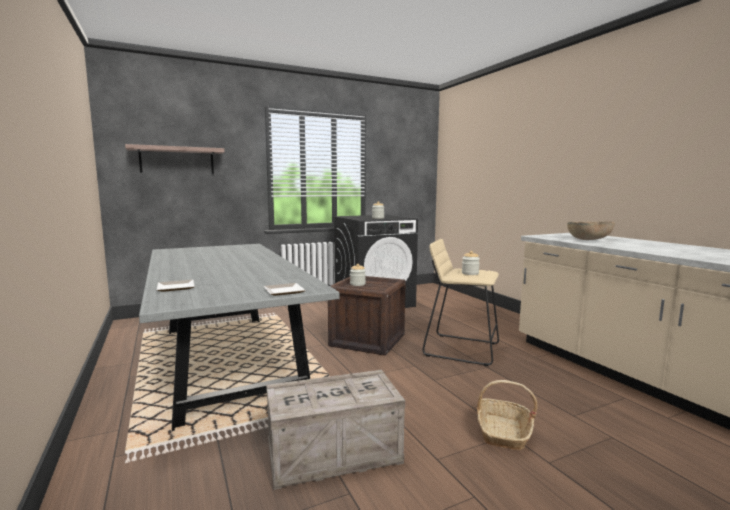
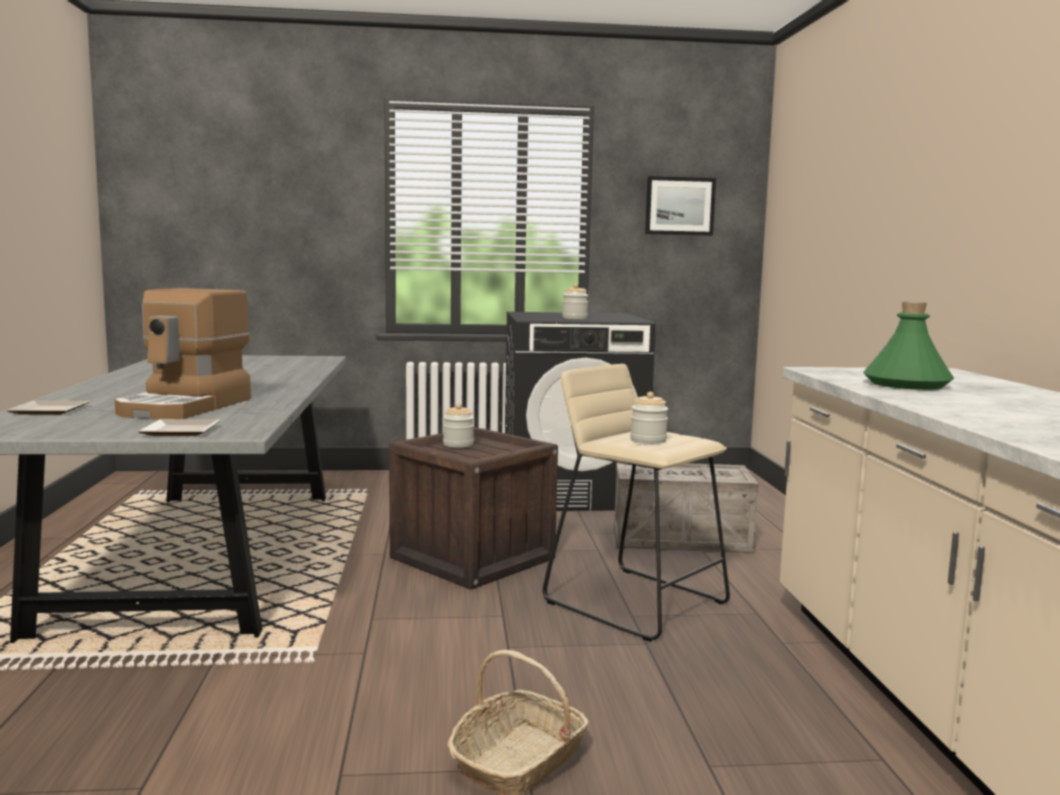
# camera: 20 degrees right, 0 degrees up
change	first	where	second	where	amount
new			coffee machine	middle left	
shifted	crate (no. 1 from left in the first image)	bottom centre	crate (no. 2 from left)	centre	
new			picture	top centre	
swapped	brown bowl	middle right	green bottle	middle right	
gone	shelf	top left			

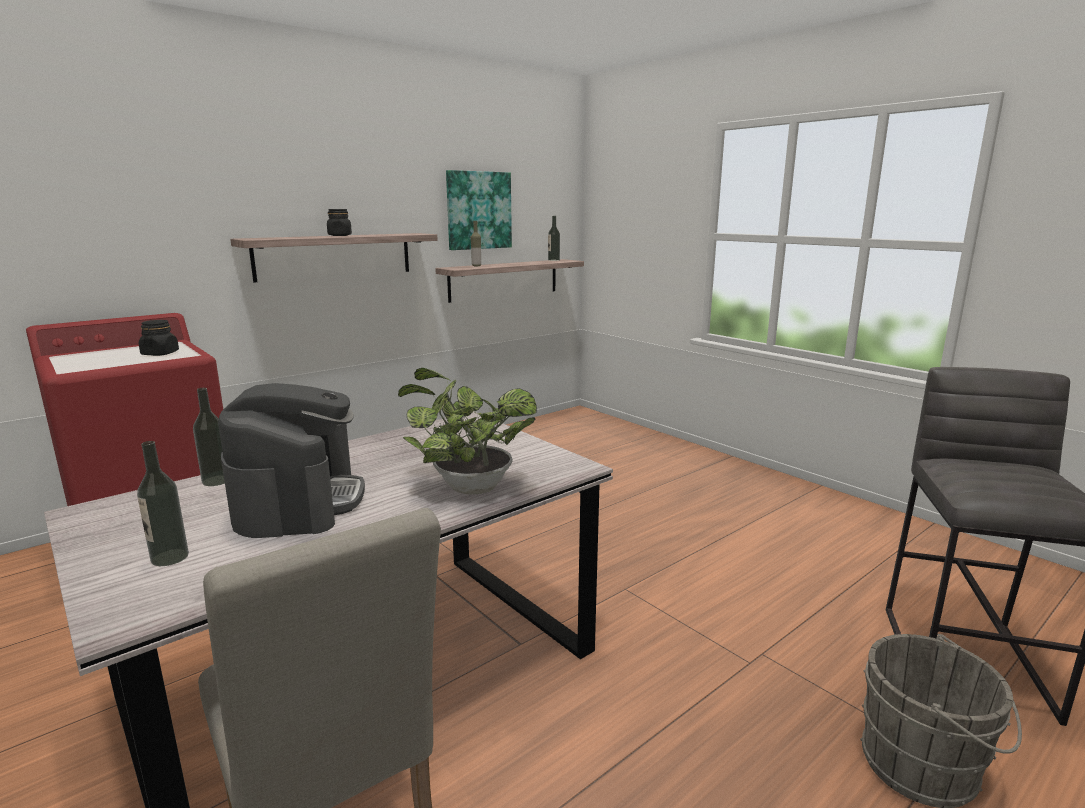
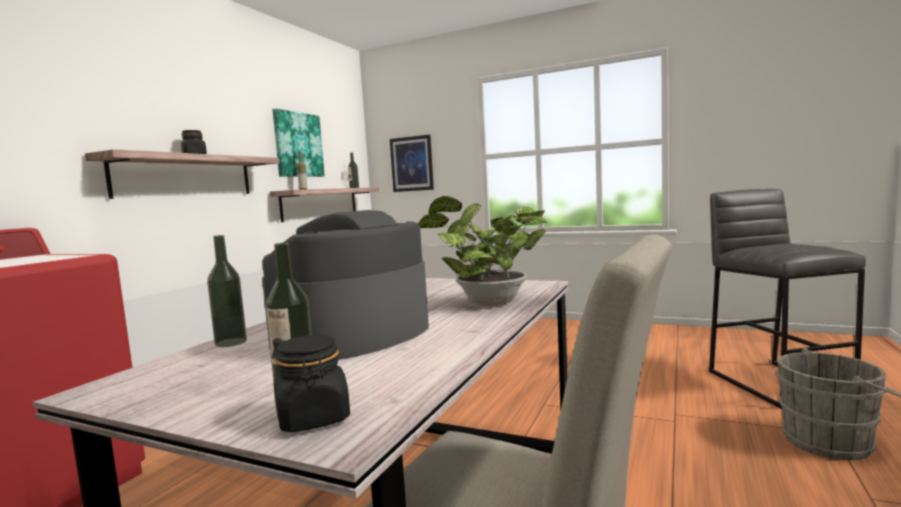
# camera: 25 degrees left, 10 degrees down
change	first	where	second	where	amount
rotated	coffee machine	middle left		centre	105 degrees counterclockwise
shifted	black jar (no. 1 from left in the first image)	middle left	black jar (no. 2 from left)	bottom centre	
new			picture (no. 2 from left)	top centre	

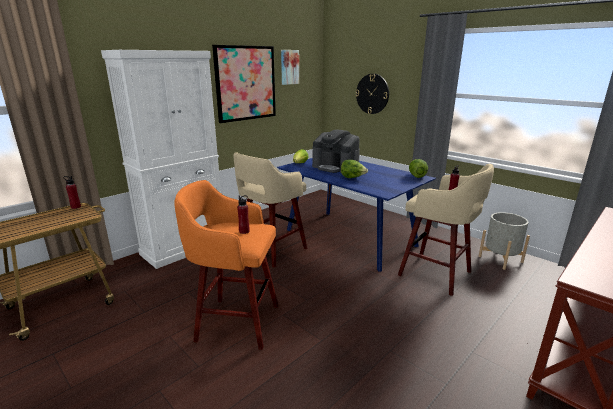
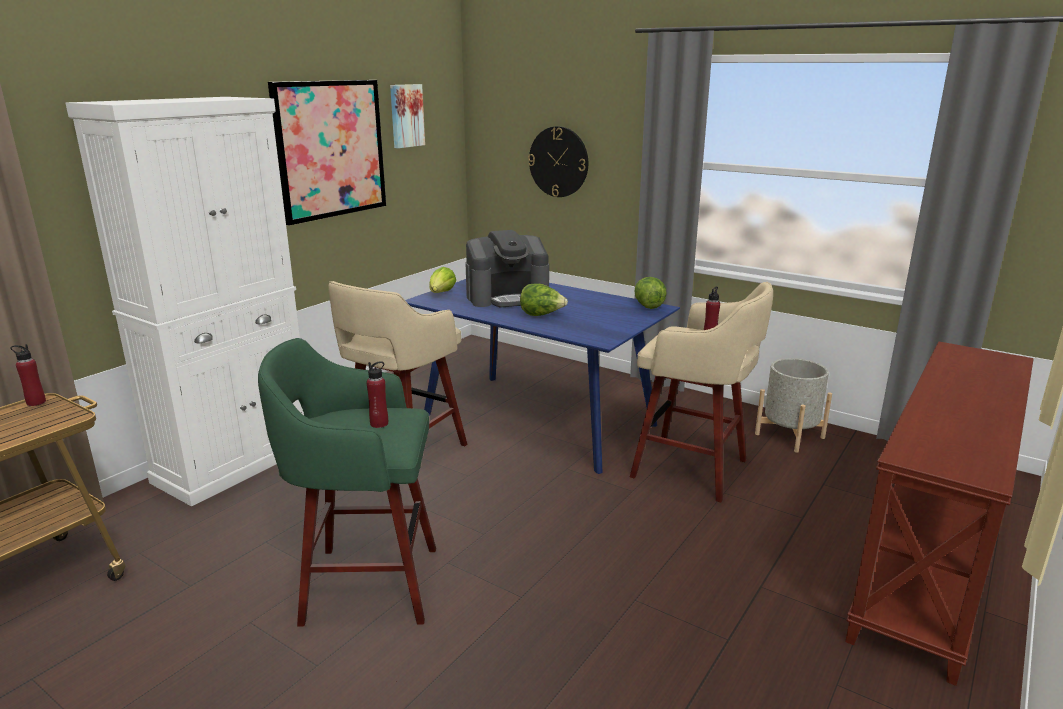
# camera: 10 degrees left, 0 degrees up
change	first	where	second	where	amount
repainted	orange stool	centre	green stool	bottom left	
rotated	coffee machine	centre		centre	45 degrees counterclockwise

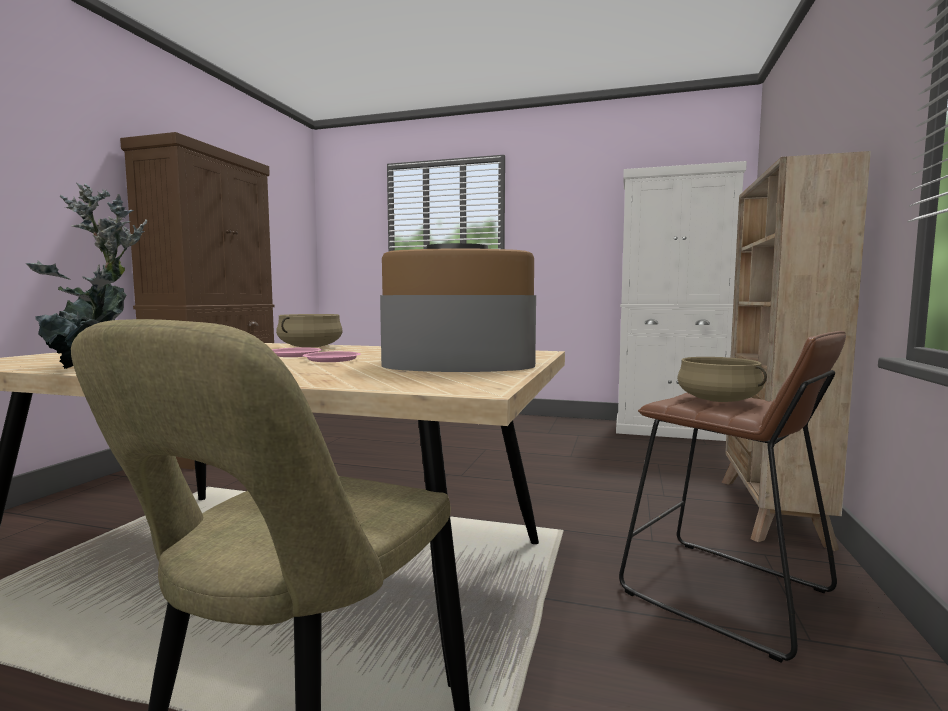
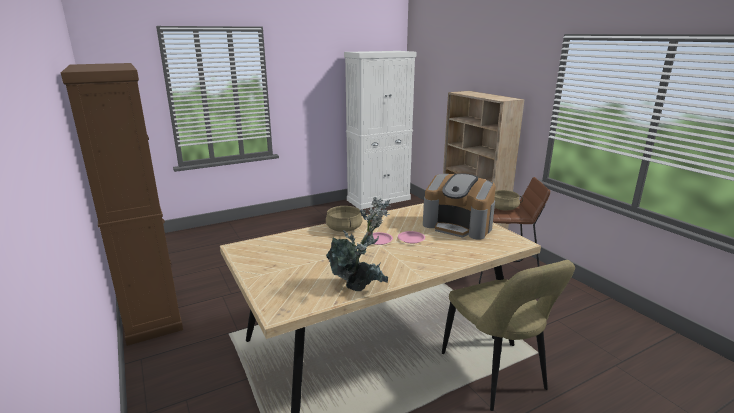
# camera: 45 degrees left, 15 degrees up
change	first	where	second	where	amount
rotated	coffee machine	centre		centre	105 degrees counterclockwise

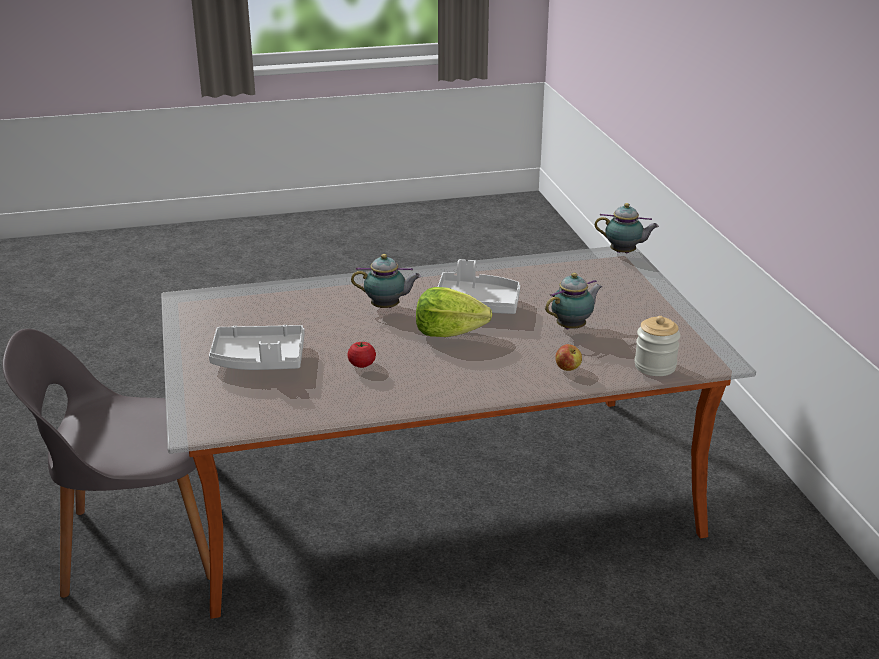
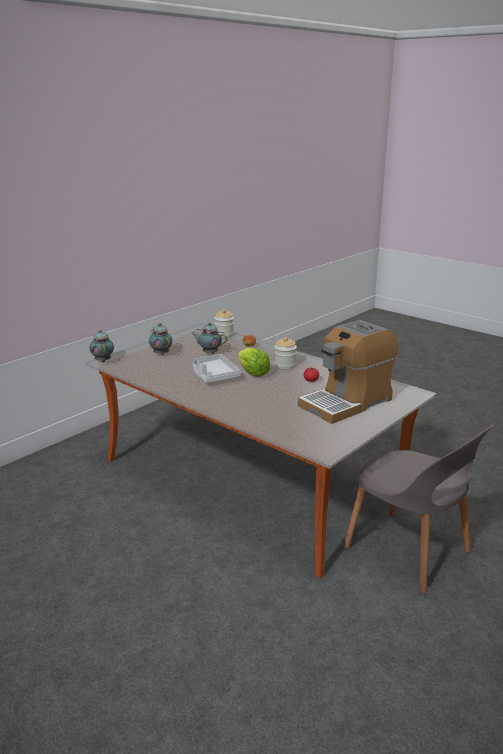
# camera: 125 degrees left, 5 degrees down
change	first	where	second	where	amount
shifted	teapot (no. 1 from left in the first image)	centre	teapot (no. 2 from left)	middle left	
new			jar (no. 2 from left)	centre	
swapped	grey tray (no. 1 from left)	middle left	coffee machine	middle right	

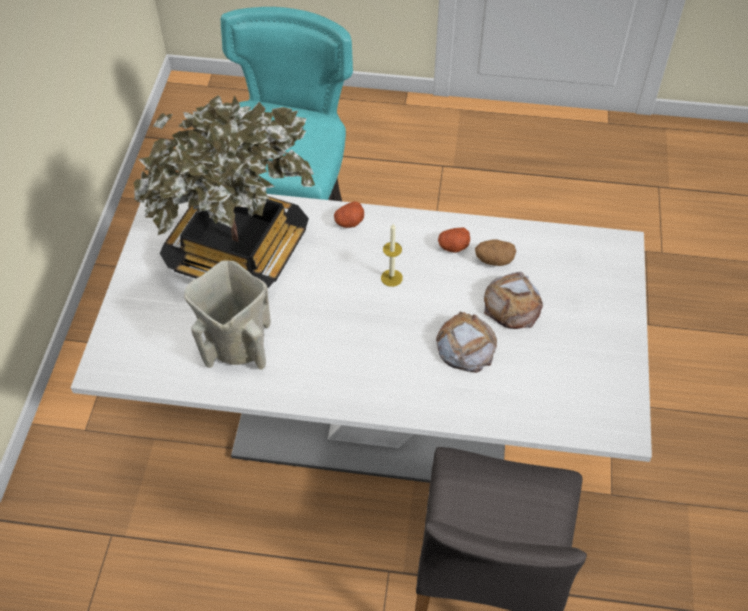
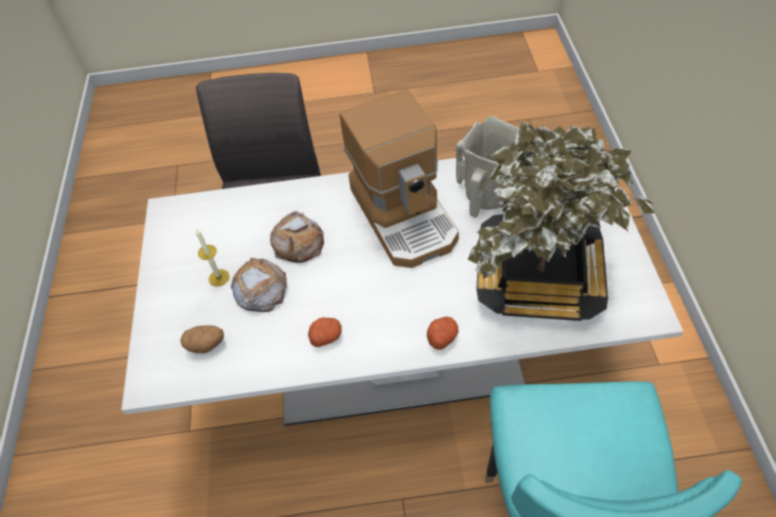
# camera: 170 degrees right, 0 degrees up
change	first	where	second	where	amount
shifted	potato (no. 3 from left in the first image)	centre	potato (no. 1 from left)	middle left	
shifted	candle	centre		middle left	
new			coffee machine	centre	

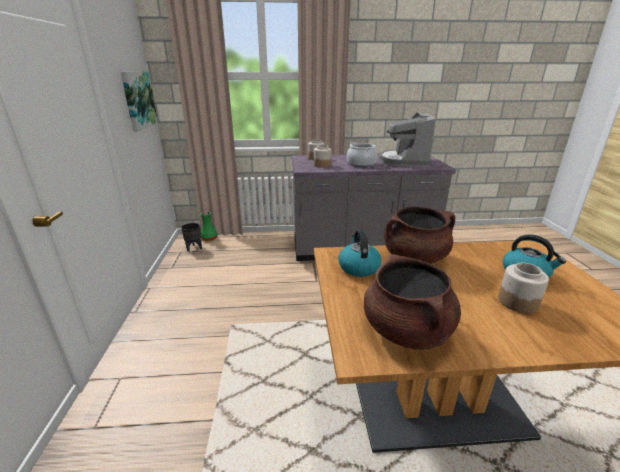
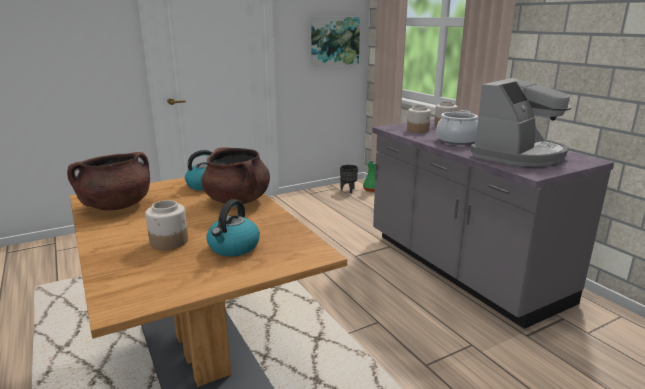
# camera: 65 degrees right, 5 degrees down
change	first	where	second	where	amount
rotated	coffee machine	top centre		top right	150 degrees clockwise

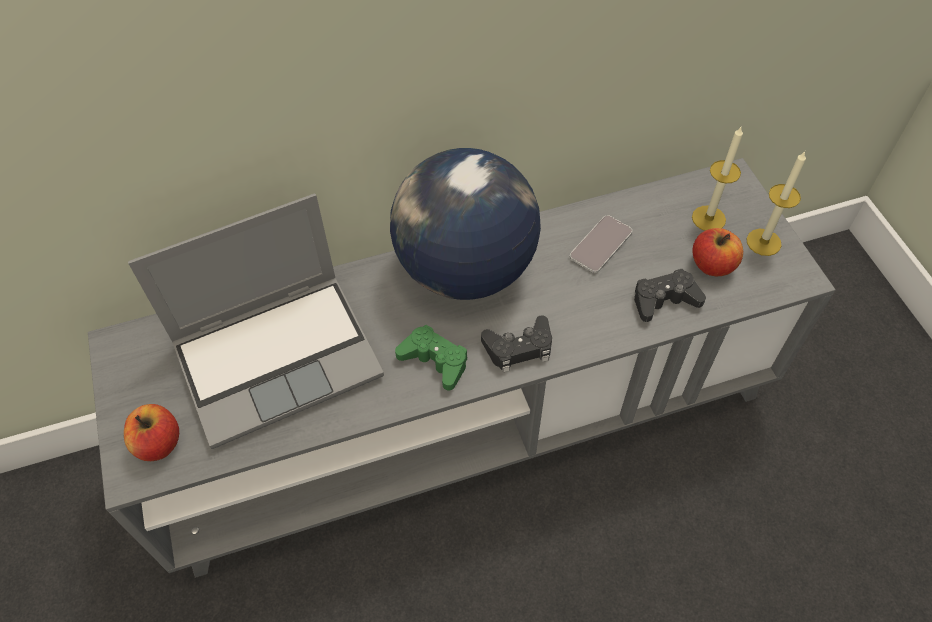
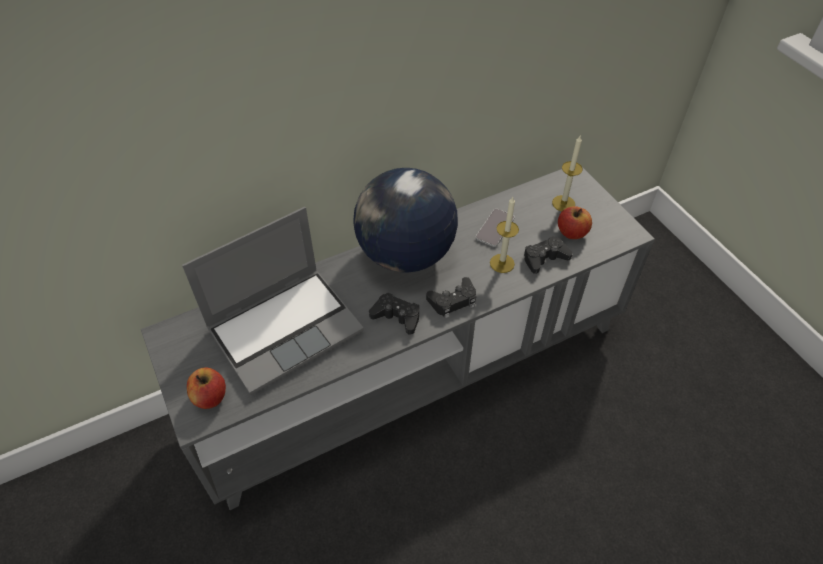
# camera: 10 degrees left, 5 degrees down
change	first	where	second	where	amount
repainted	green game controller	centre	black game controller (no. 1 from left)	centre	
shifted	candle (no. 2 from left in the first image)	top right	candle (no. 1 from left)	centre	

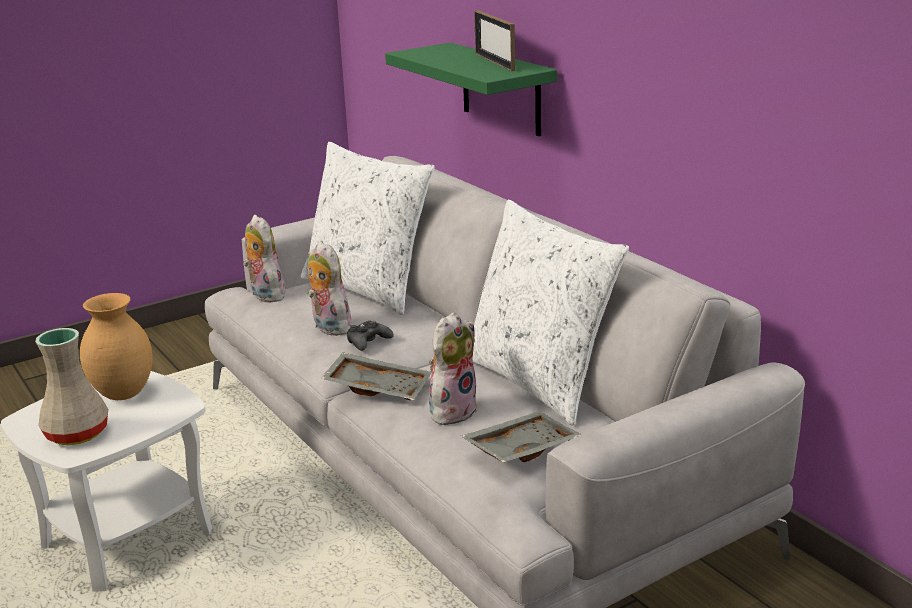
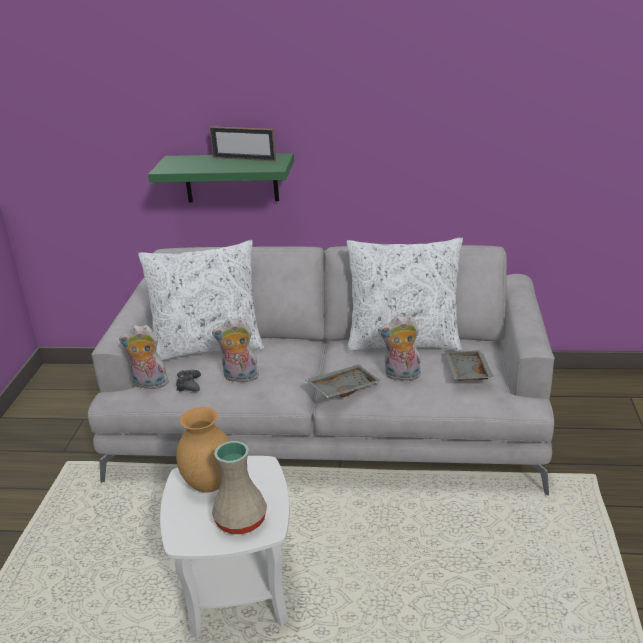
# camera: 50 degrees left, 5 degrees up
change	first	where	second	where	amount
shifted	black game controller	centre		middle left	
rotated	plush toy (no. 3 from left)	centre		centre	75 degrees counterclockwise

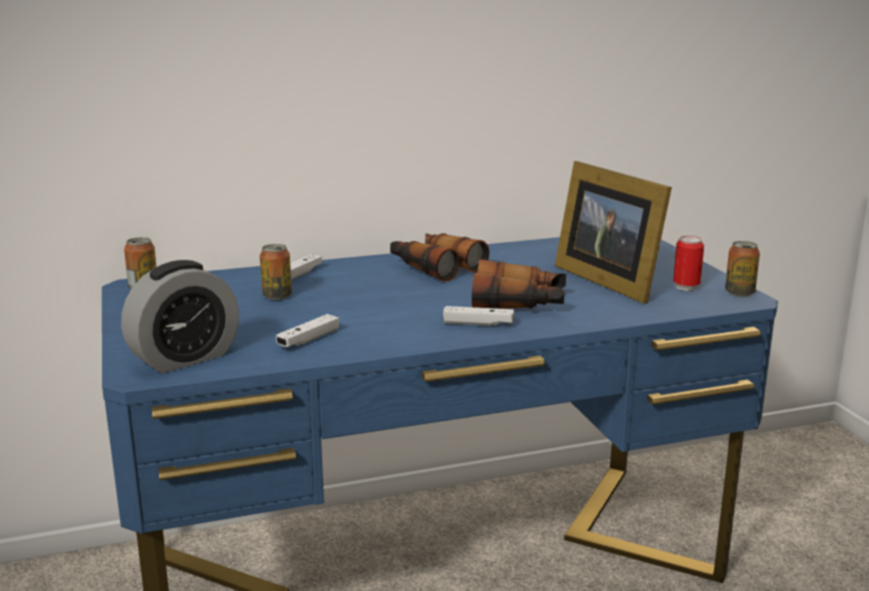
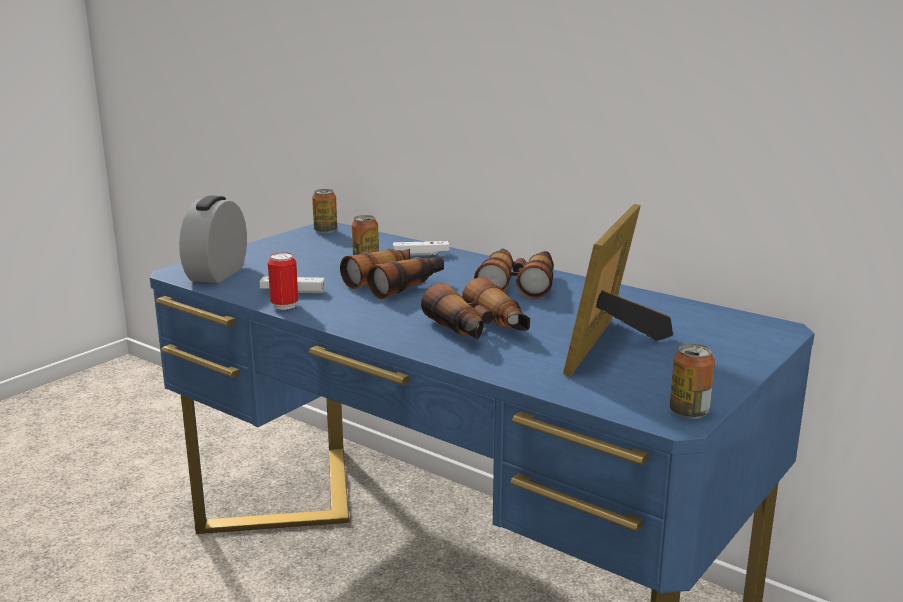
# camera: 55 degrees right, 0 degrees up
change	first	where	second	where	amount
rotated	alarm clock	middle left		middle left	90 degrees clockwise
shifted	can (no. 3 from left in the first image)	middle right	can (no. 1 from left)	middle left	
new			binoculars (no. 1 from left)	centre	
gone	white game controller (no. 3 from left)	centre			

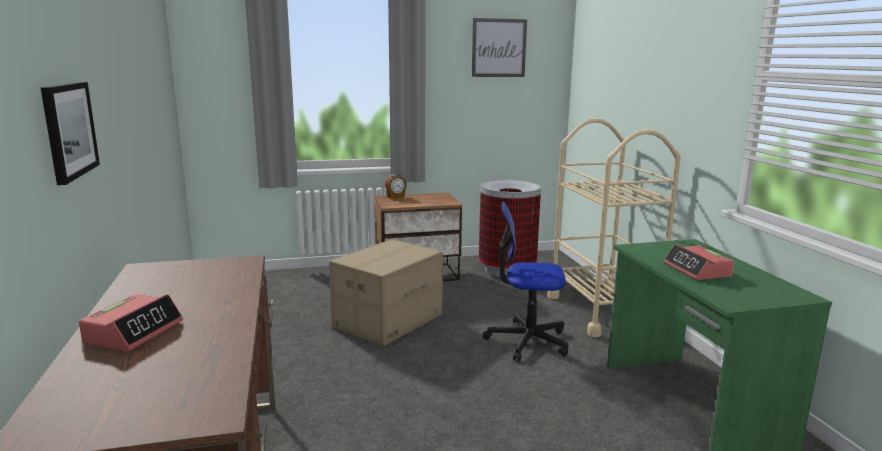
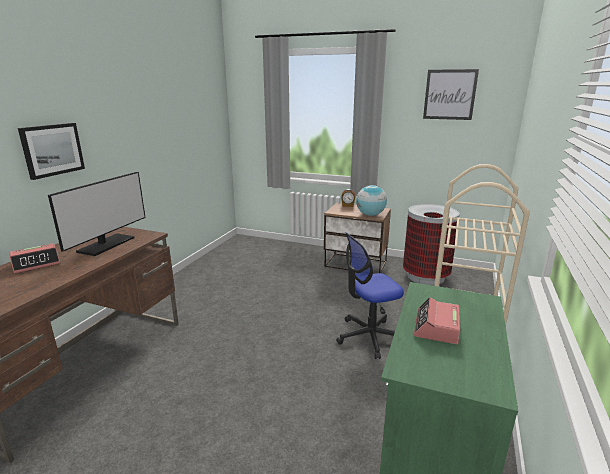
# camera: 35 degrees right, 5 degrees up
change	first	where	second	where	amount
new			monitor	middle left	
rotated	office chair	centre		centre	60 degrees counterclockwise
new			globe	centre	
gone	cardboard box	centre			

